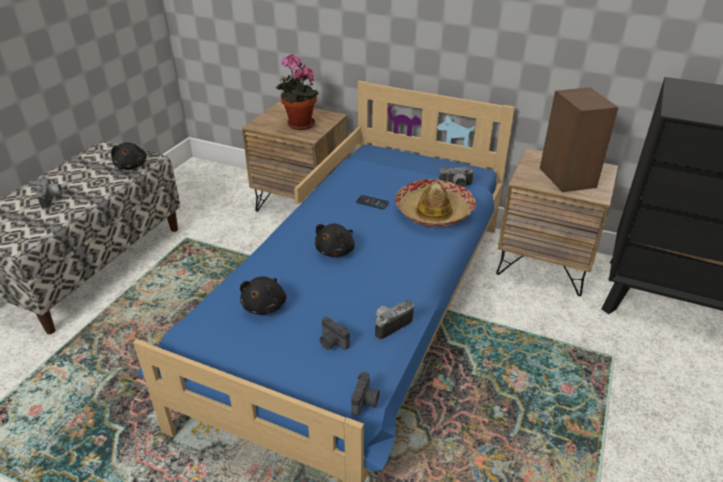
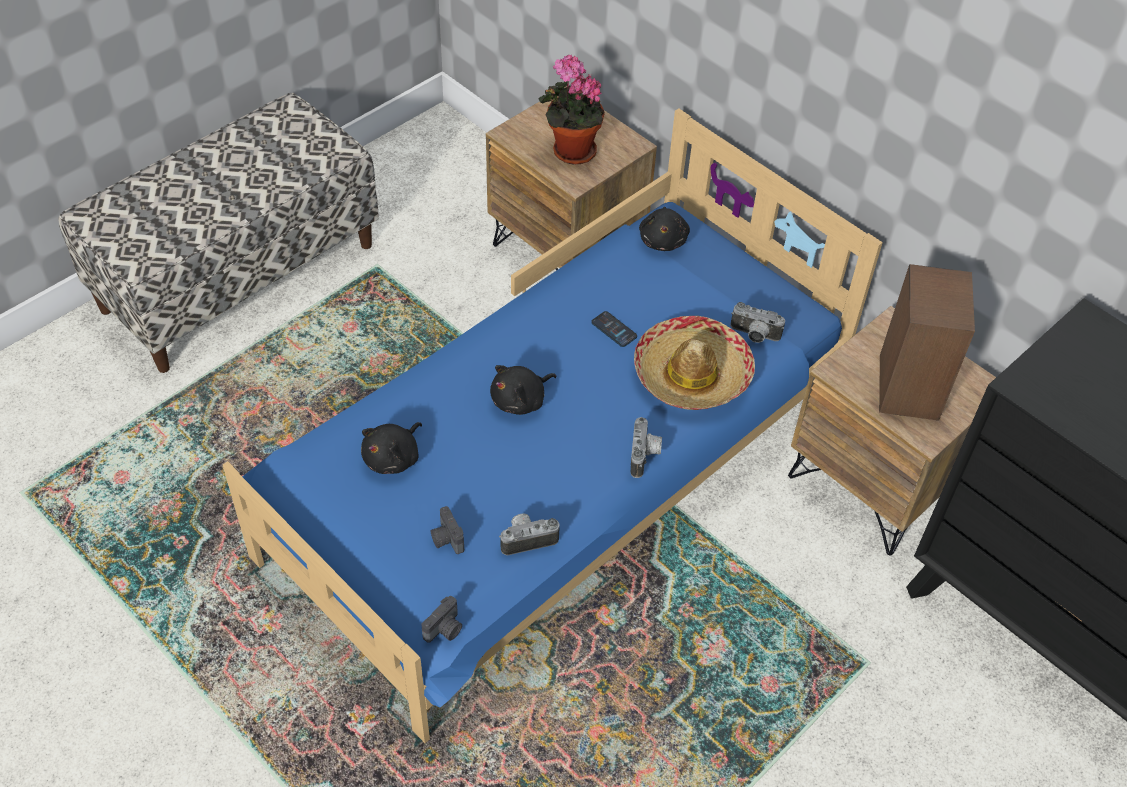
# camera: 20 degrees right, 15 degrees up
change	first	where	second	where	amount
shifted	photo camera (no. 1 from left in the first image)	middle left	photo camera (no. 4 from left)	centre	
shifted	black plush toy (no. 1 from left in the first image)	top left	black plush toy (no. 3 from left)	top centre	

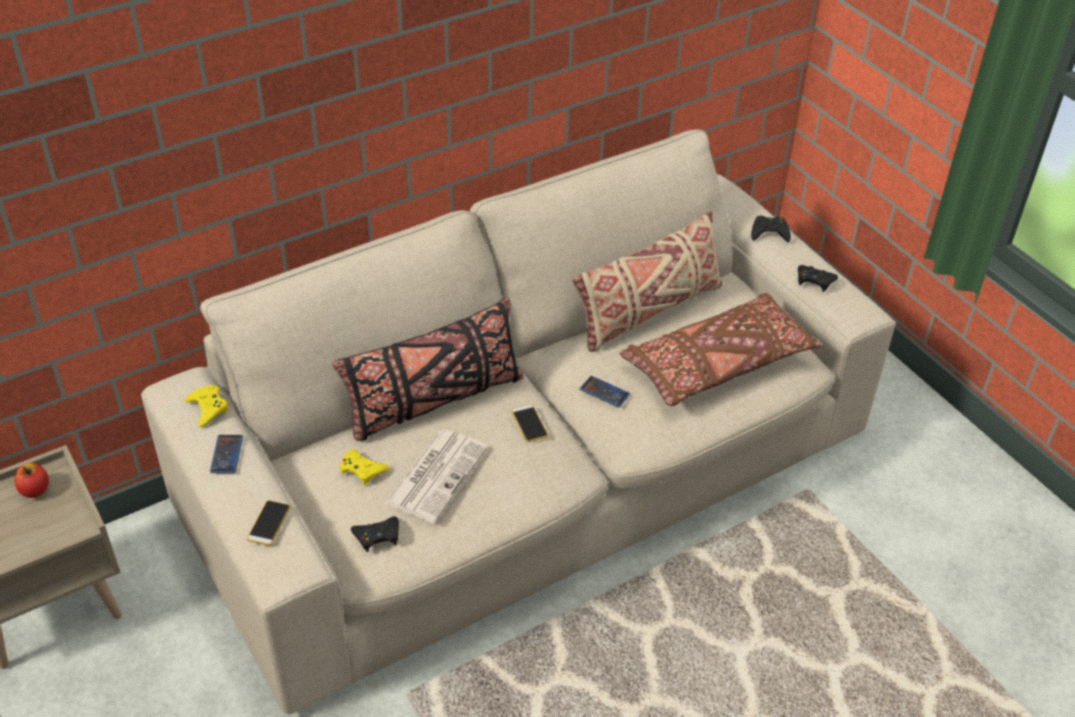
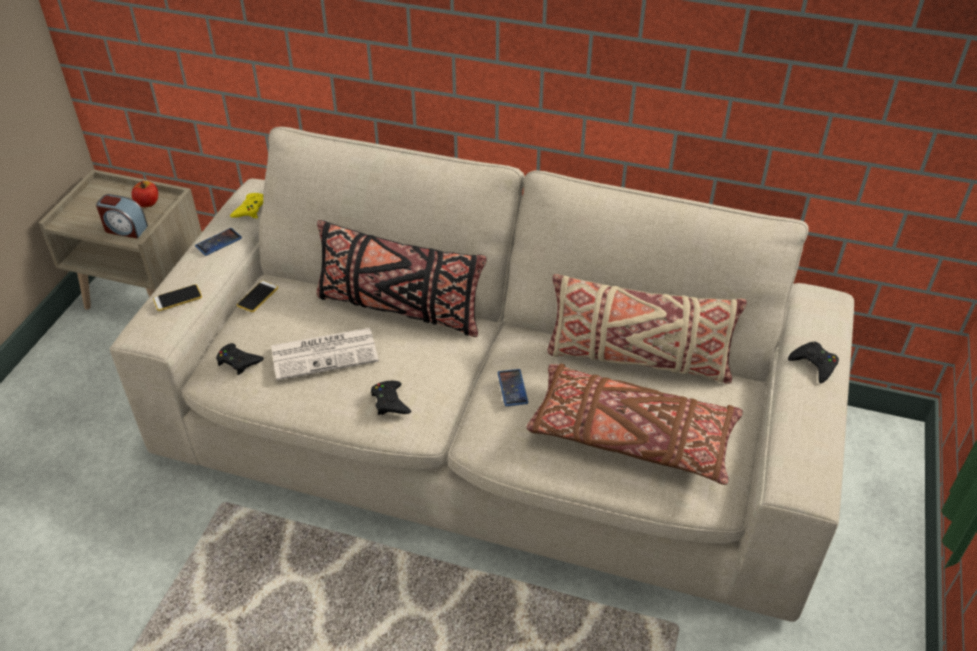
# camera: 50 degrees right, 0 degrees up
change	first	where	second	where	amount
new			alarm clock	top left	
shifted	phone (no. 3 from left)	centre		middle left	
shifted	black game controller (no. 3 from left in the first image)	middle right	black game controller (no. 2 from left)	centre	
gone	yellow game controller (no. 2 from left)	centre			

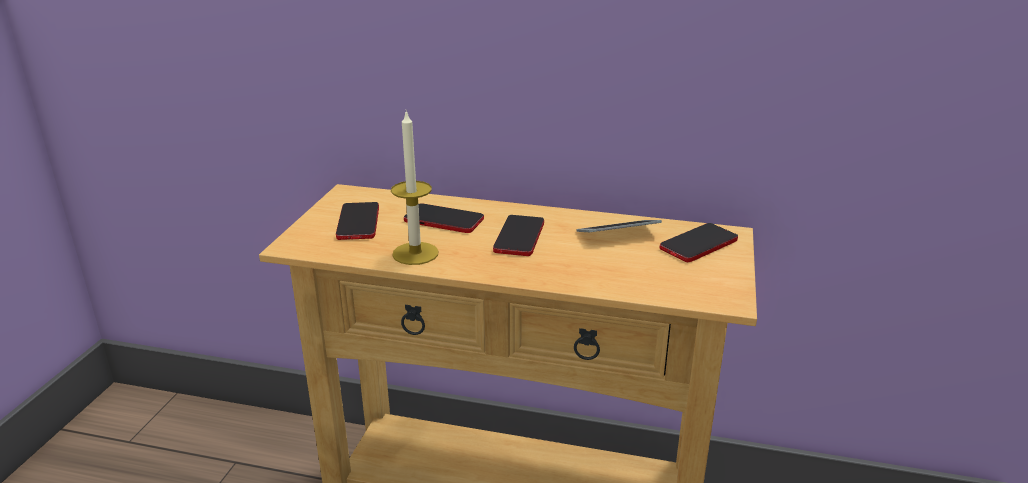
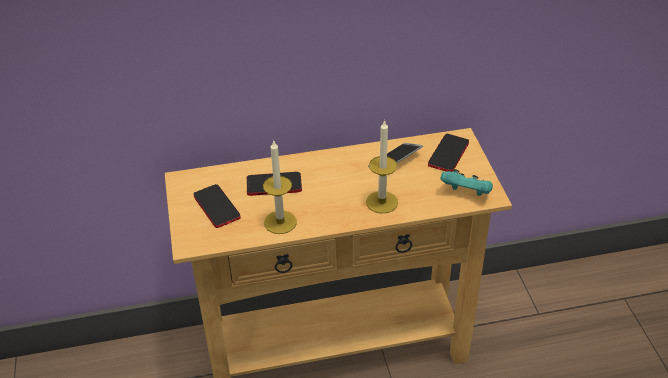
# camera: 25 degrees left, 15 degrees up
change	first	where	second	where	amount
new			candle (no. 2 from left)	centre	
new			turquoise game controller	middle right	
gone	phone (no. 3 from left)	centre			

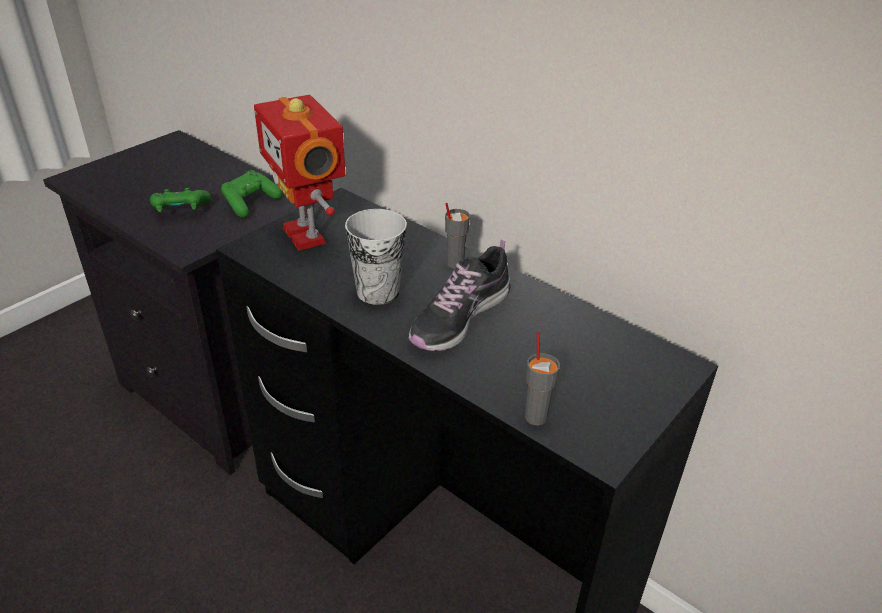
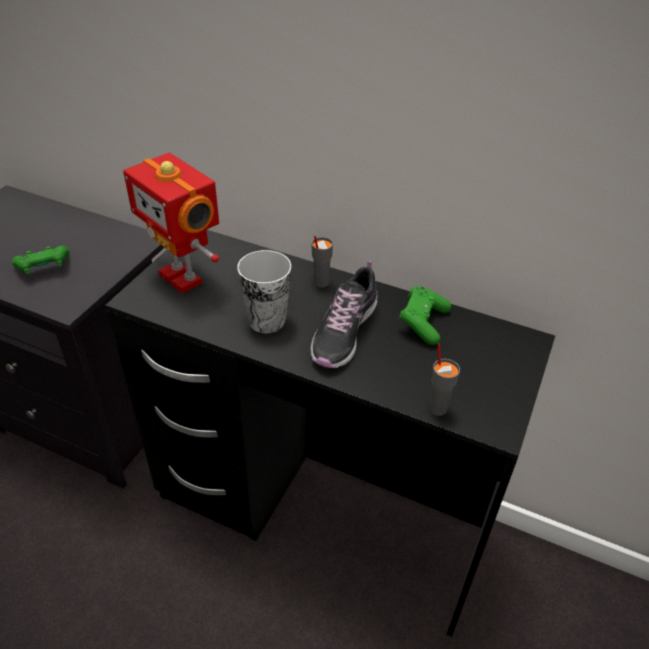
# camera: 15 degrees left, 5 degrees up
change	first	where	second	where	amount
shifted	green game controller (no. 2 from left)	top left		centre	

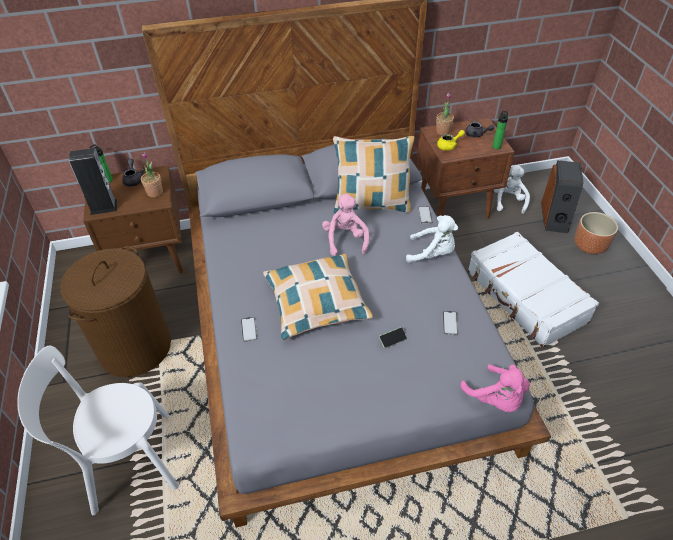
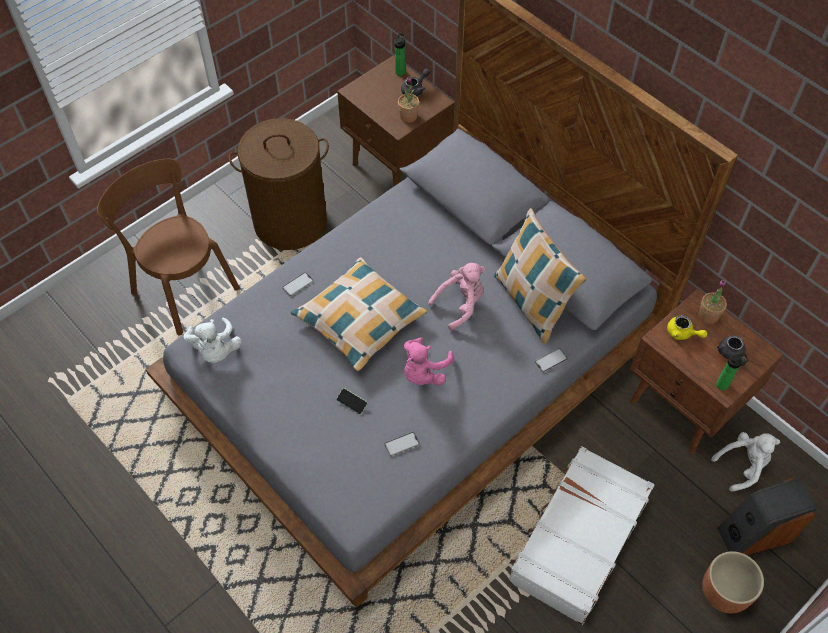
# camera: 60 degrees right, 10 degrees up
change	first	where	second	where	amount
repainted	white chair	bottom left	brown chair	middle left	
shifted	white plush toy (no. 1 from left)	centre		middle left	
shifted	pink plush toy (no. 2 from left in the first image)	bottom right	pink plush toy (no. 1 from left)	centre	
gone	speaker (no. 1 from left)	middle left			

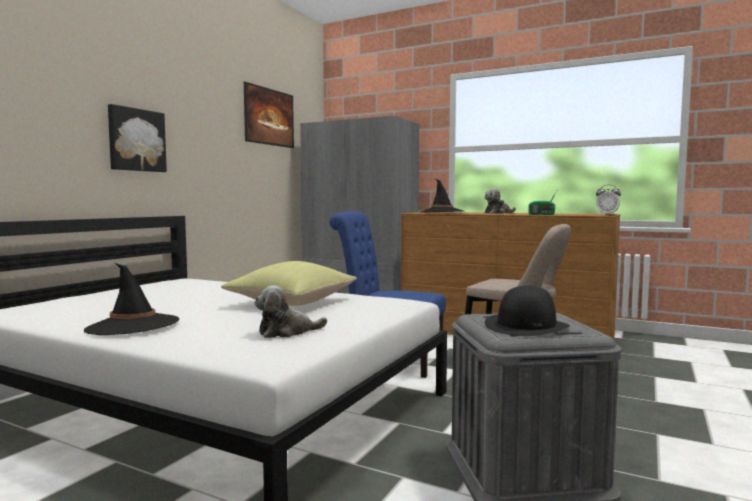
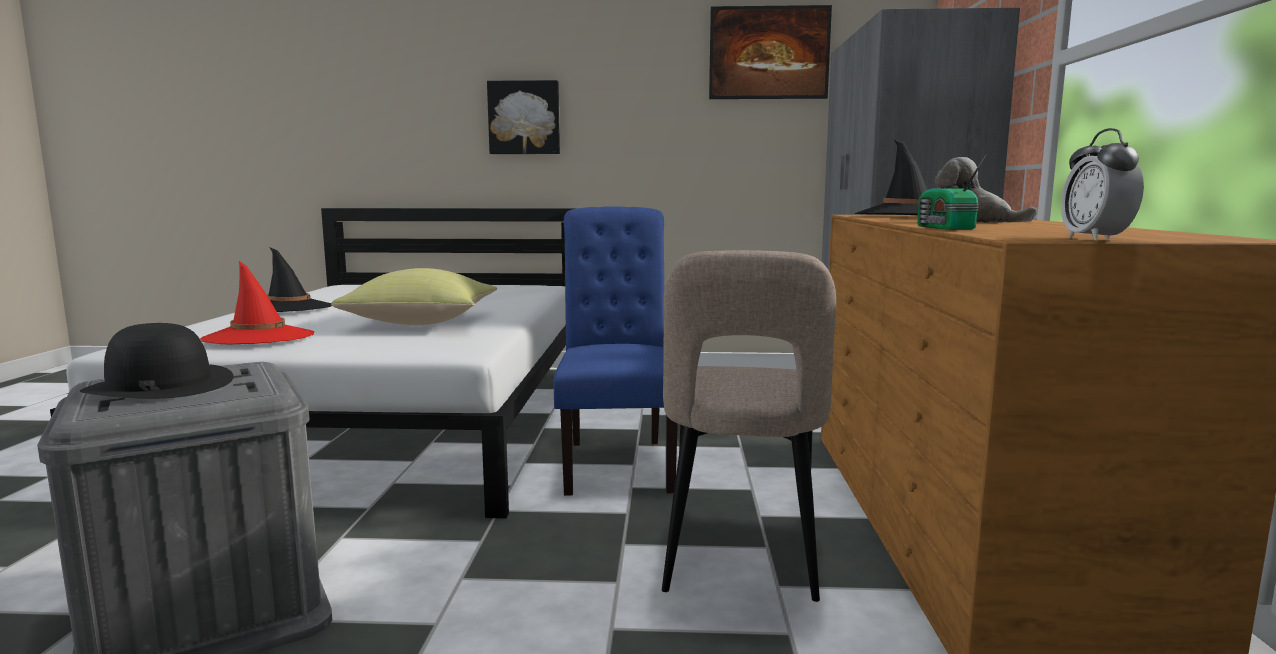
# camera: 65 degrees right, 5 degrees up
change	first	where	second	where	amount
swapped	plush toy (no. 1 from left)	centre	red hat	middle left	

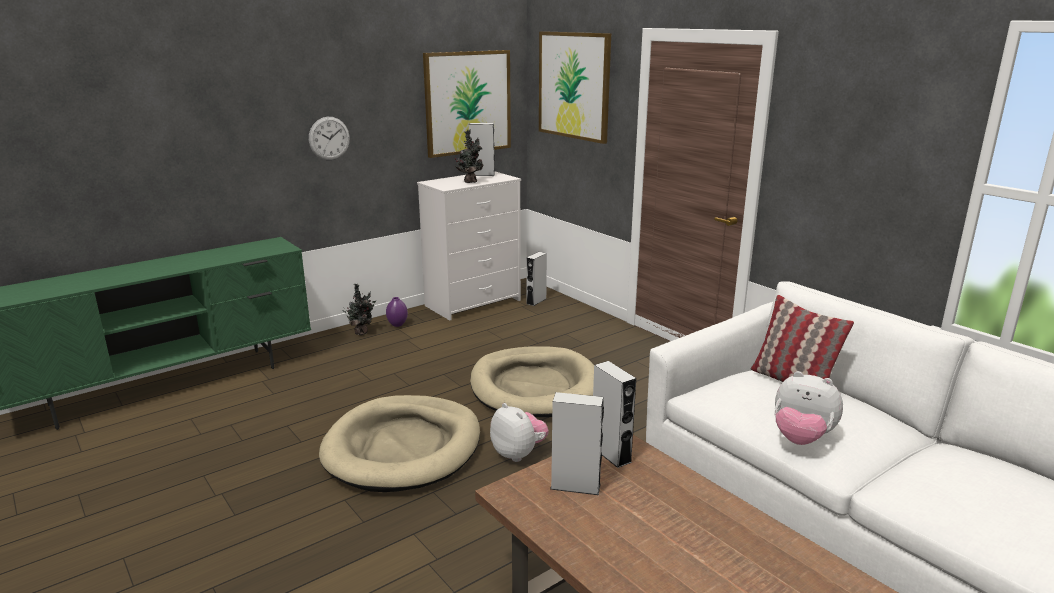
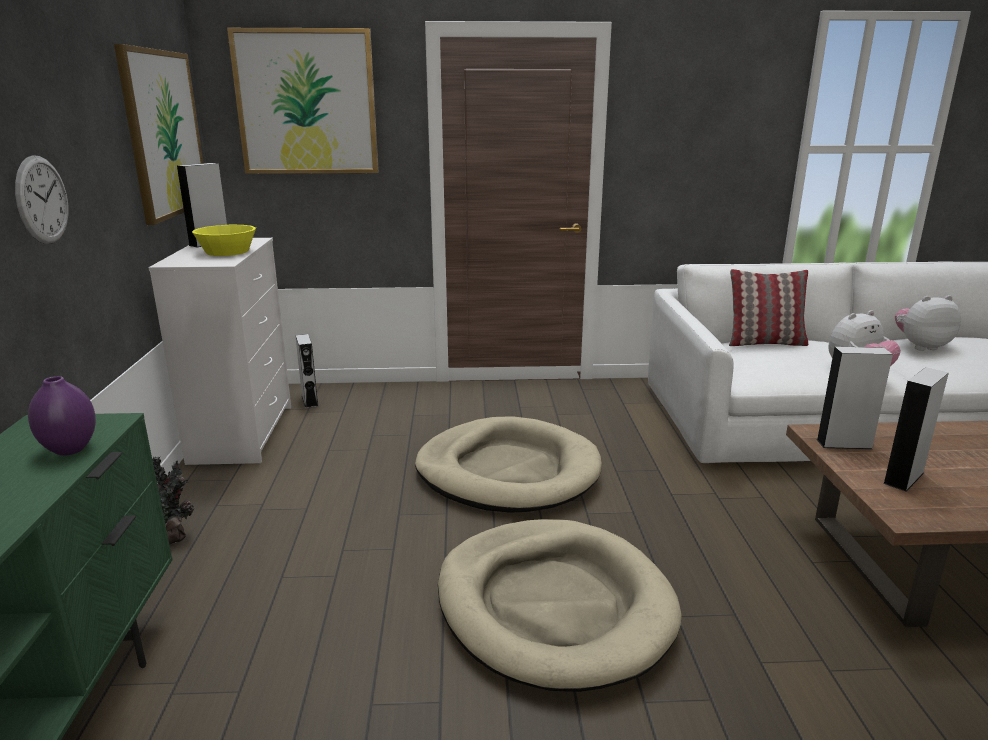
# camera: 55 degrees left, 0 degrees up
change	first	where	second	where	amount
shifted	purple vase	centre		middle left	
swapped	potted plant (no. 2 from left)	top centre	yellow bowl	top left	
shifted	plush toy (no. 1 from left in the first image)	bottom centre	plush toy (no. 2 from left)	middle right	

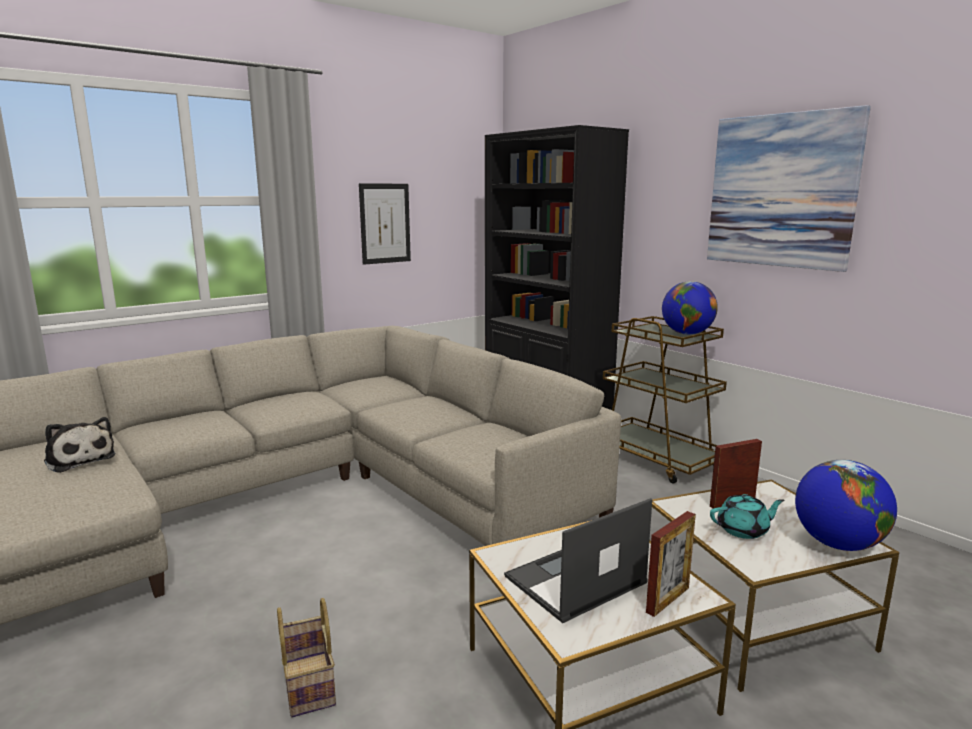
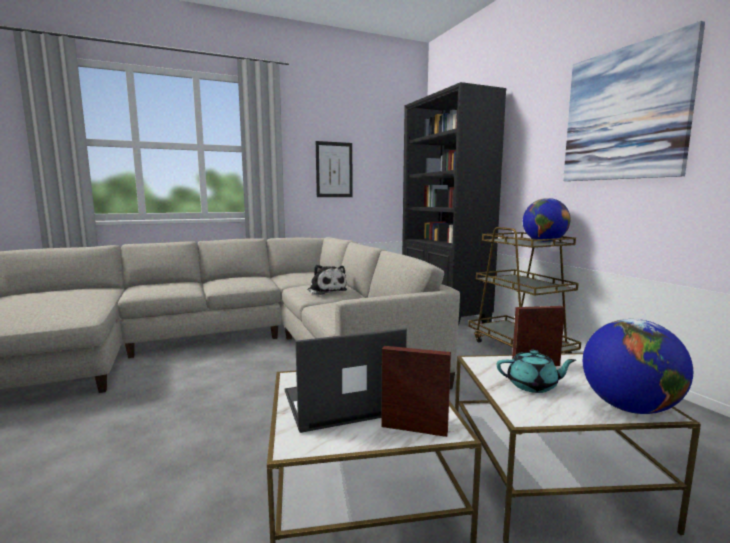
# camera: 15 degrees right, 5 degrees down
change	first	where	second	where	amount
shifted	plush toy	middle left		centre	
rotated	picture frame (no. 1 from left)	bottom right		bottom centre	135 degrees counterclockwise
gone	basket	bottom left			

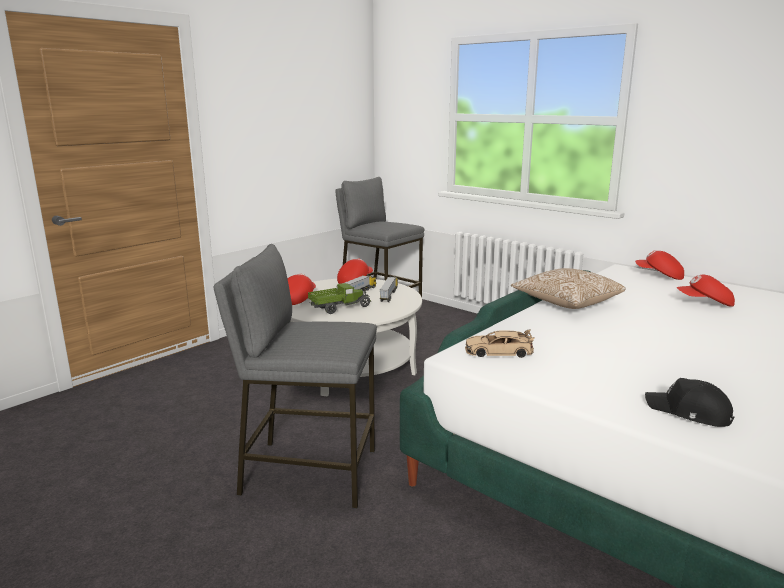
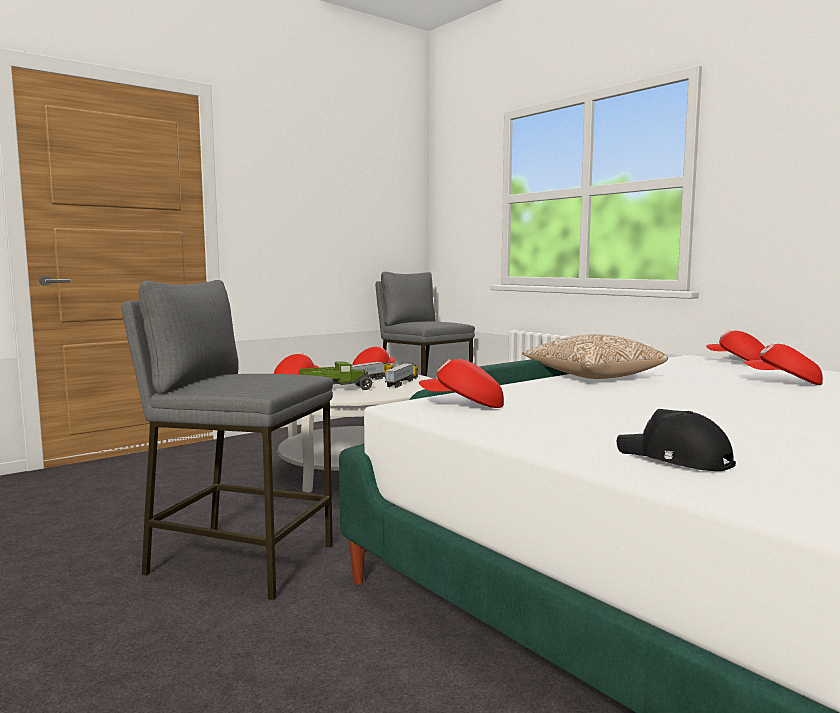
# camera: 10 degrees right, 10 degrees down
change	first	where	second	where	amount
swapped	beige toy car	centre	red cap (no. 3 from left)	centre	

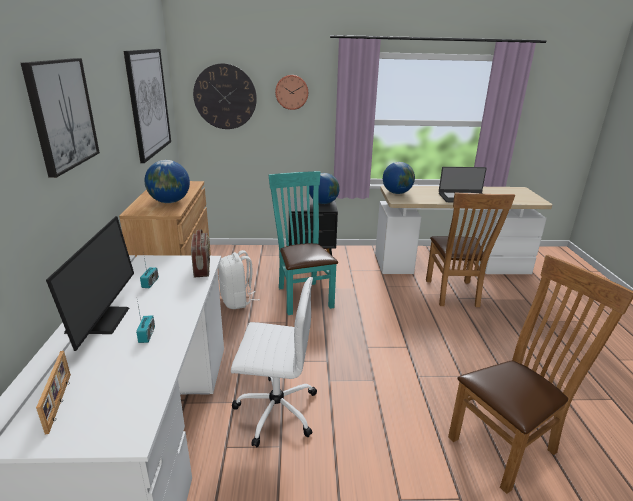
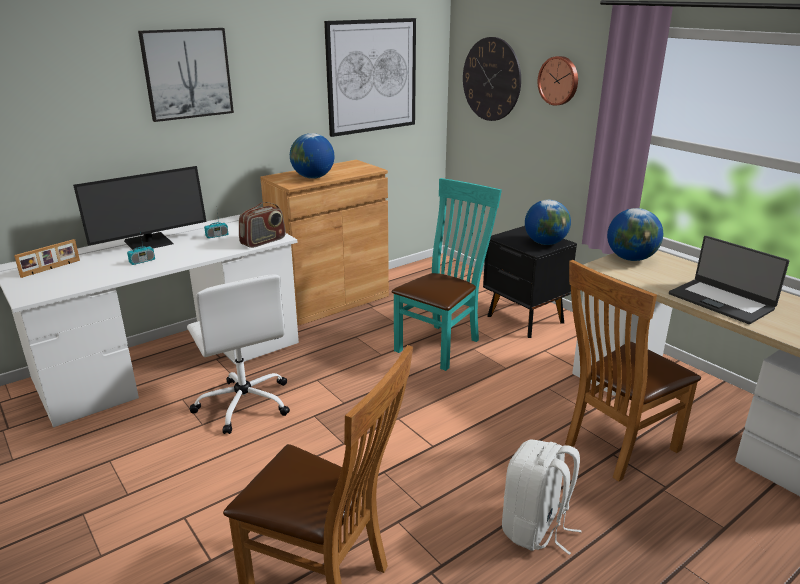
# camera: 55 degrees right, 0 degrees up
change	first	where	second	where	amount
shifted	white backpack	centre		bottom right	

